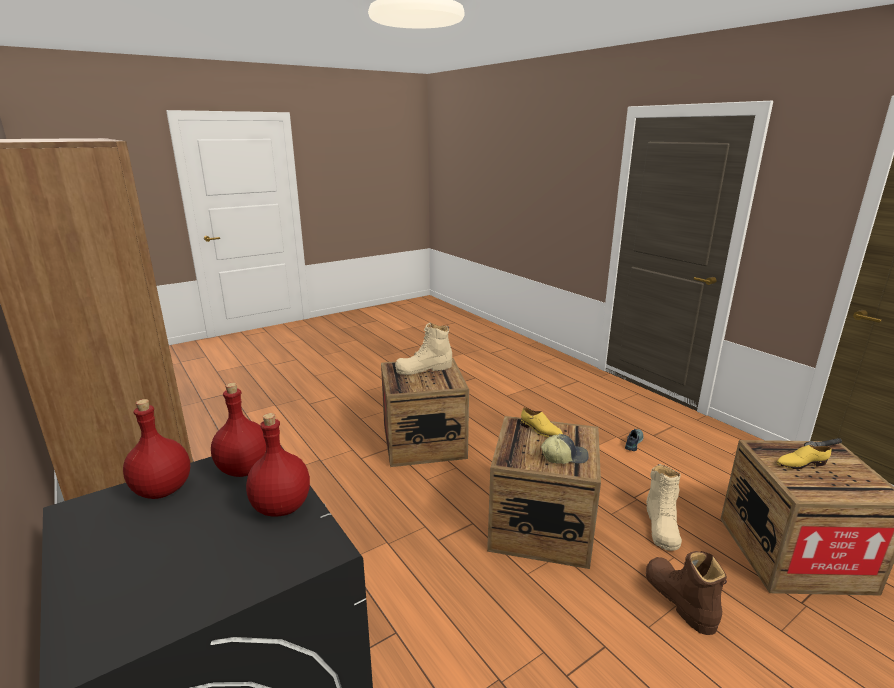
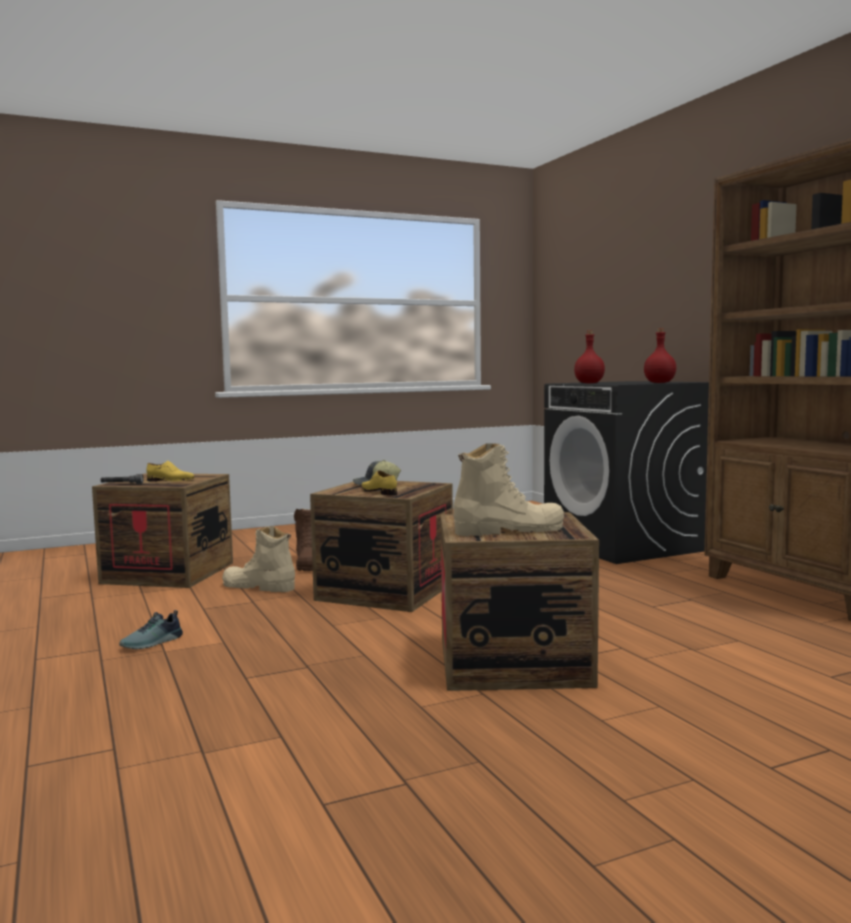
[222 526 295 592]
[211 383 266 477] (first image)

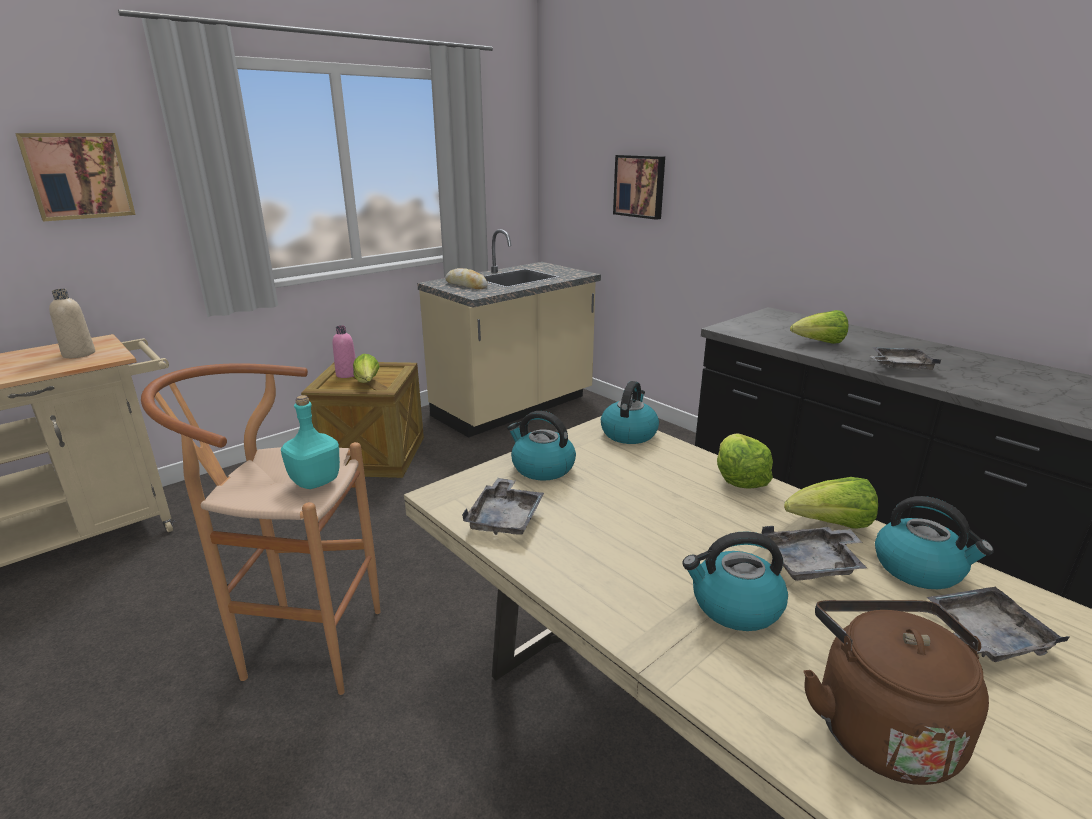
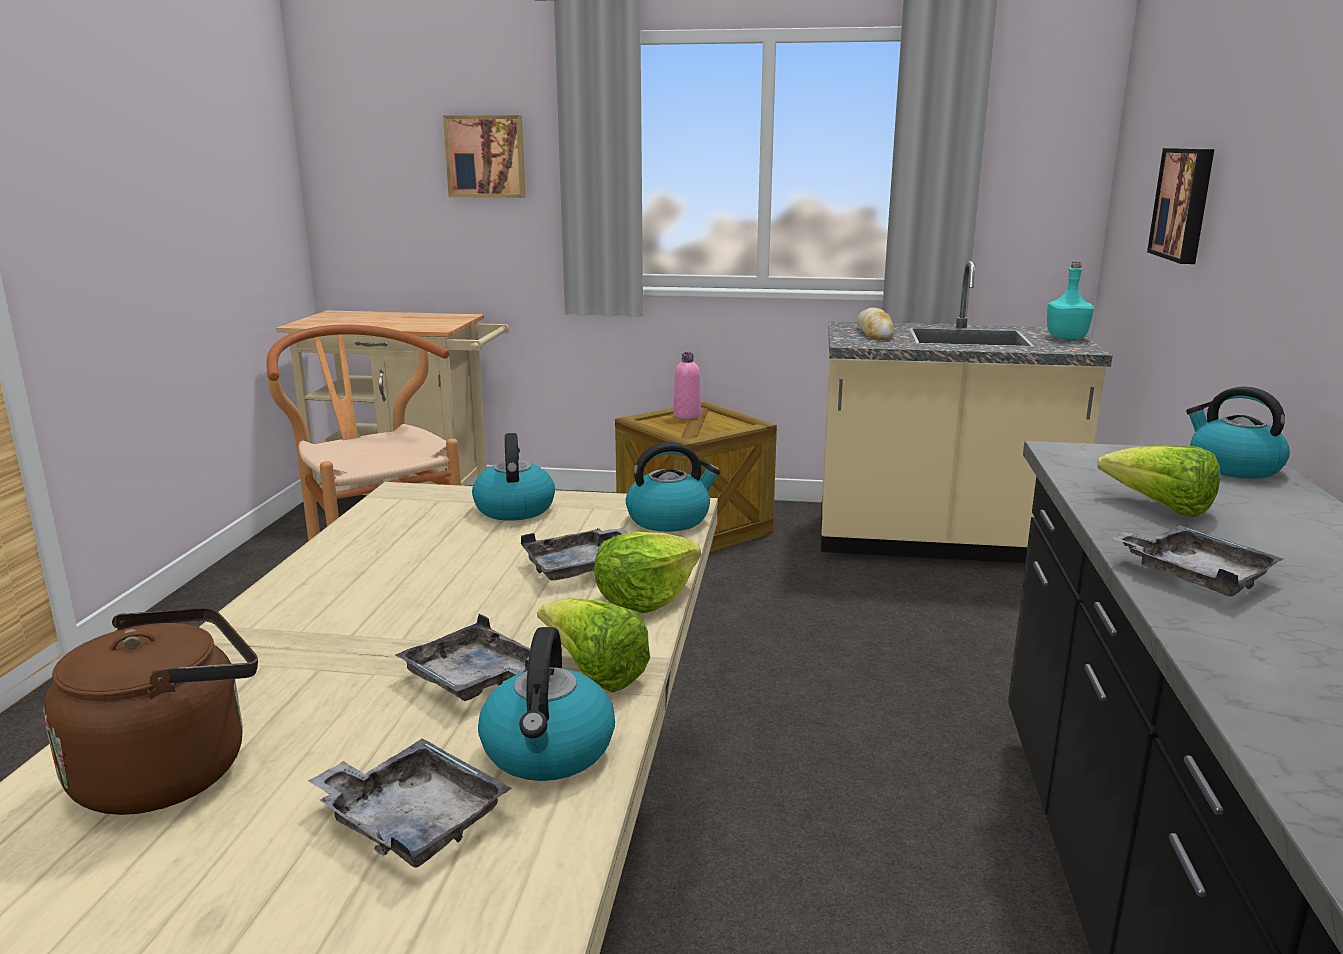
[521 528 628 580]
[1047 262 1094 339]
[1186 386 1290 479]
[49 289 95 358] (first image)
[353 354 380 383] (first image)

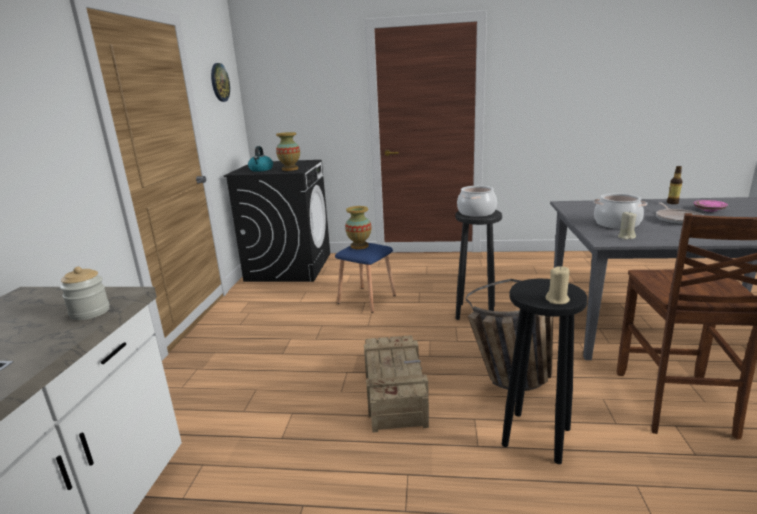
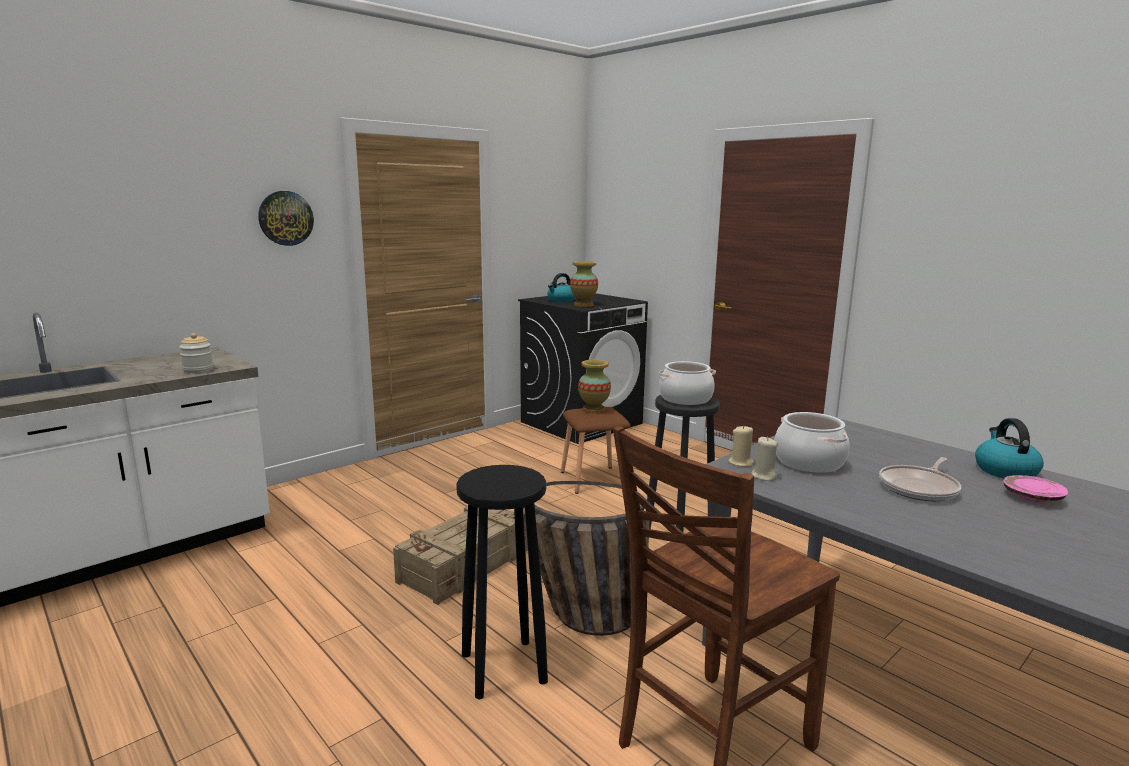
[258 191 314 246]
[561 407 631 494]
[728 426 754 467]
[975 418 1044 478]

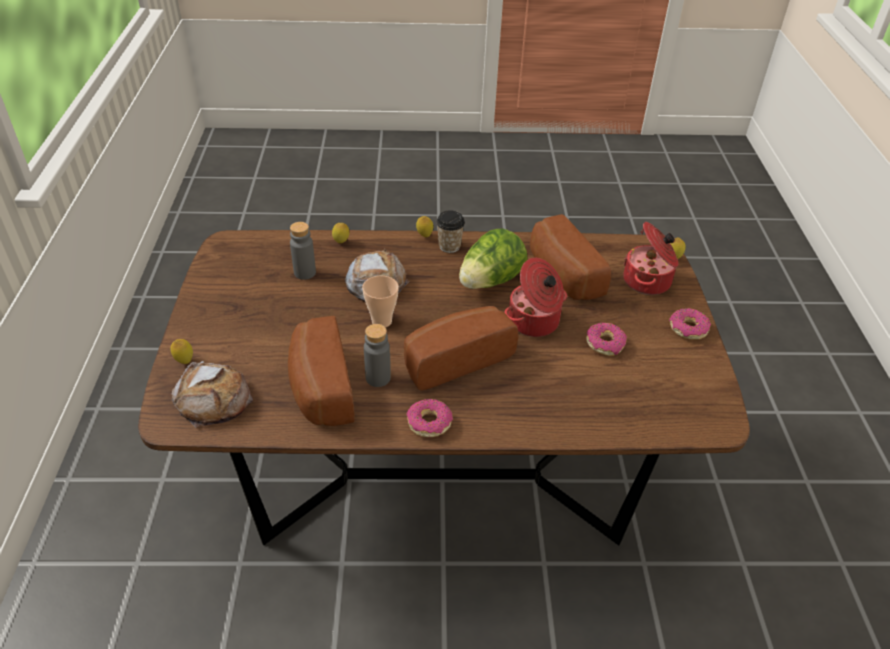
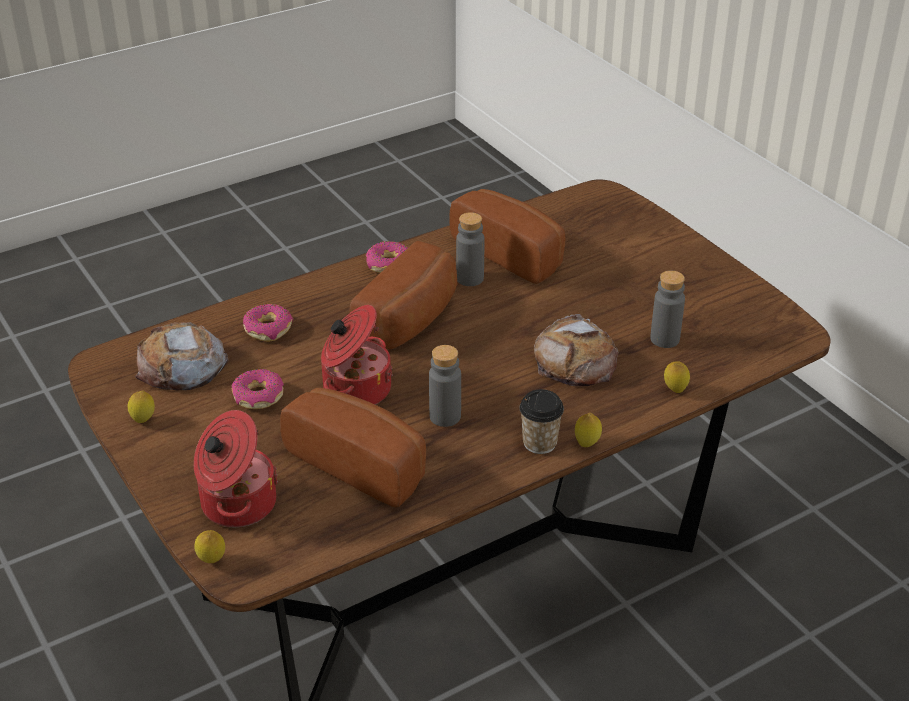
[128 390 155 423]
[135 322 229 390]
[243 304 293 342]
[429 345 461 427]
[362 276 399 328] (first image)

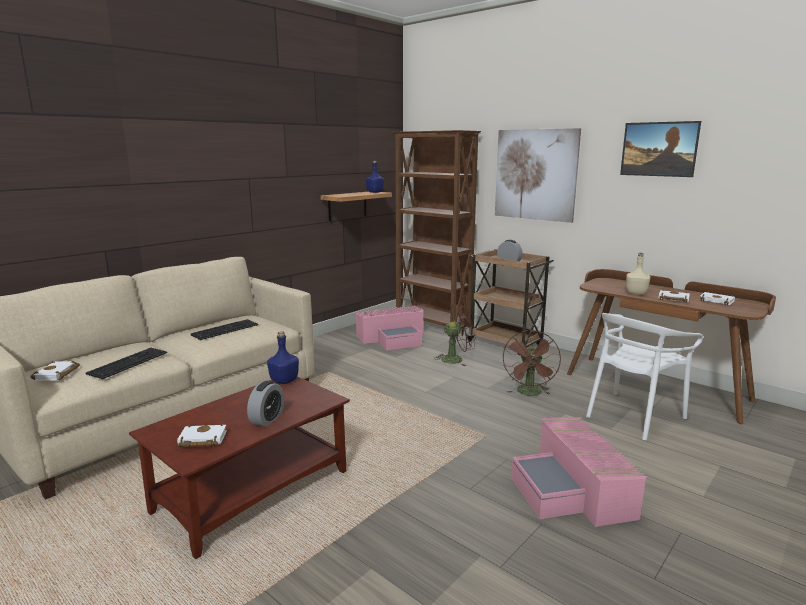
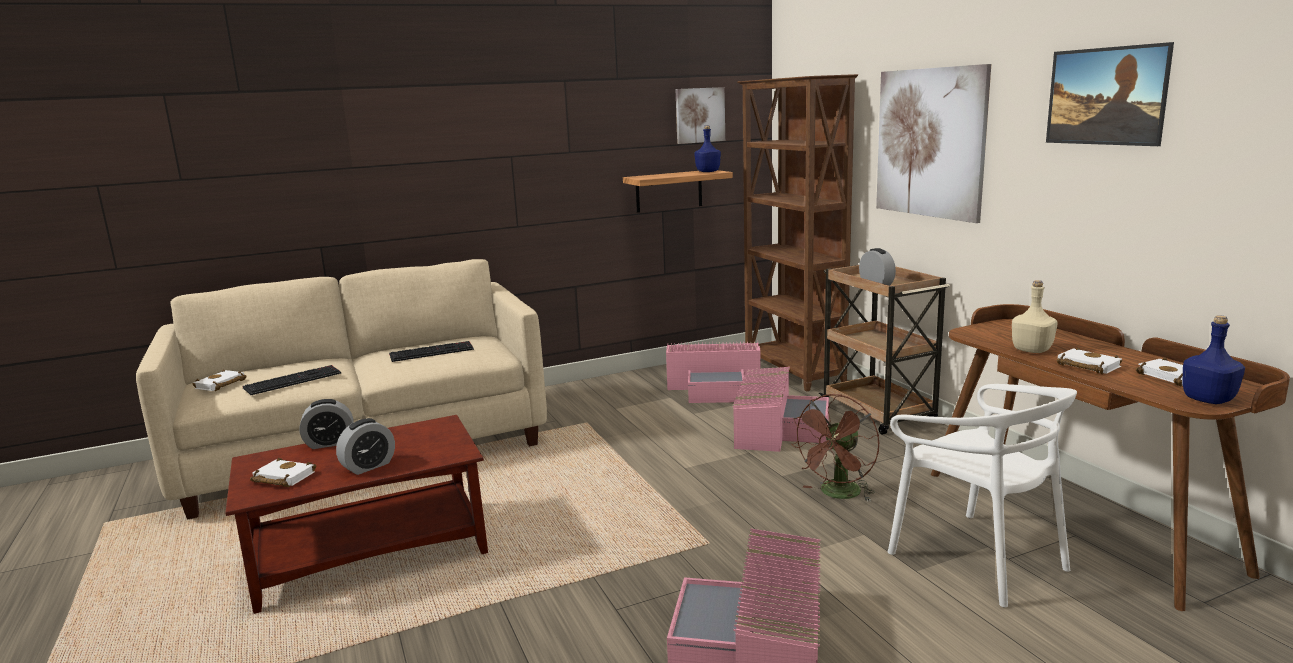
[299 399 354 449]
[676 87 725 144]
[732 367 829 452]
[888 384 1077 607]
[1183 315 1245 404]

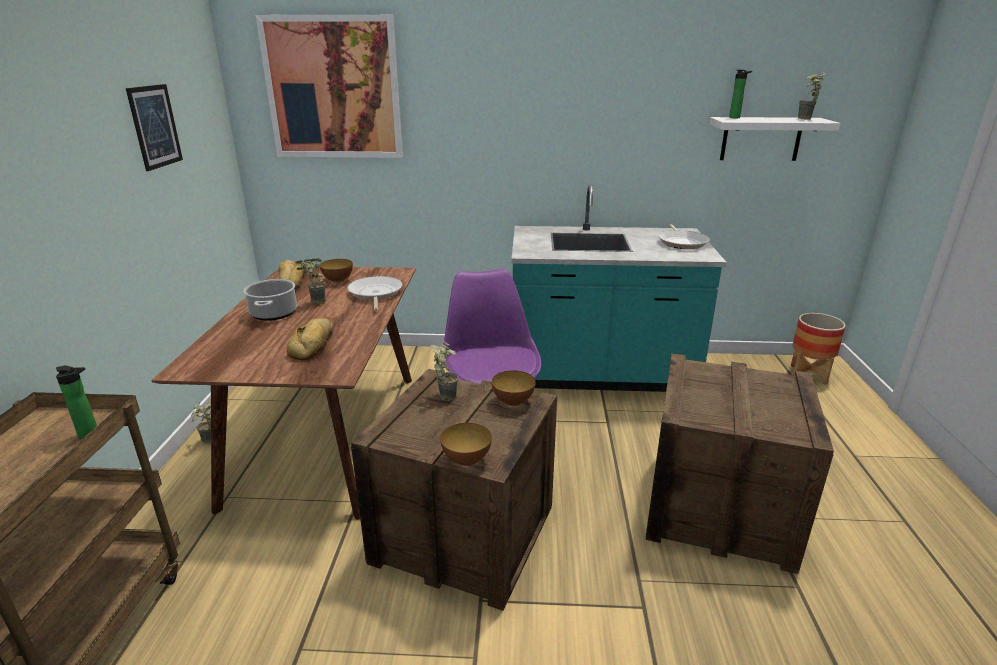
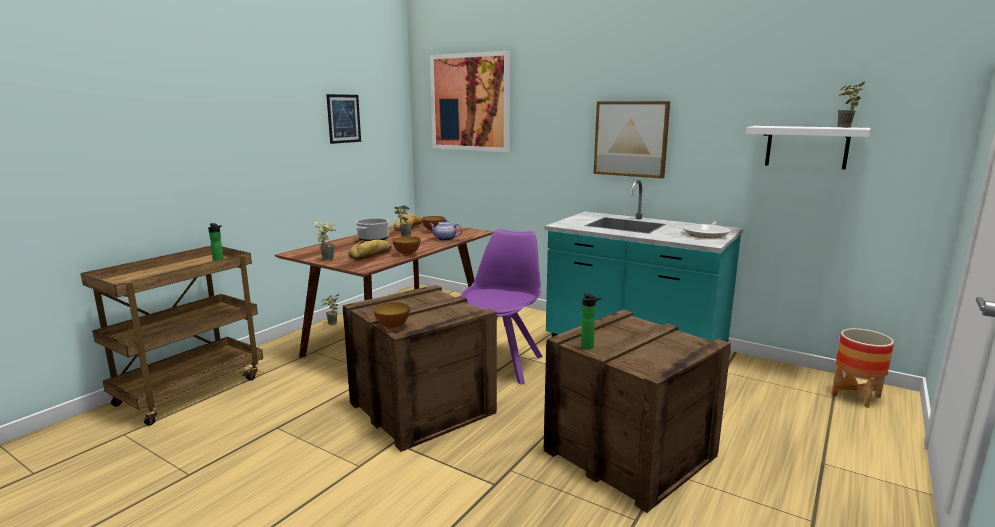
[313 220 336 261]
[393 236 421 256]
[429 219 462 241]
[581 293 601 349]
[594 101 670 179]

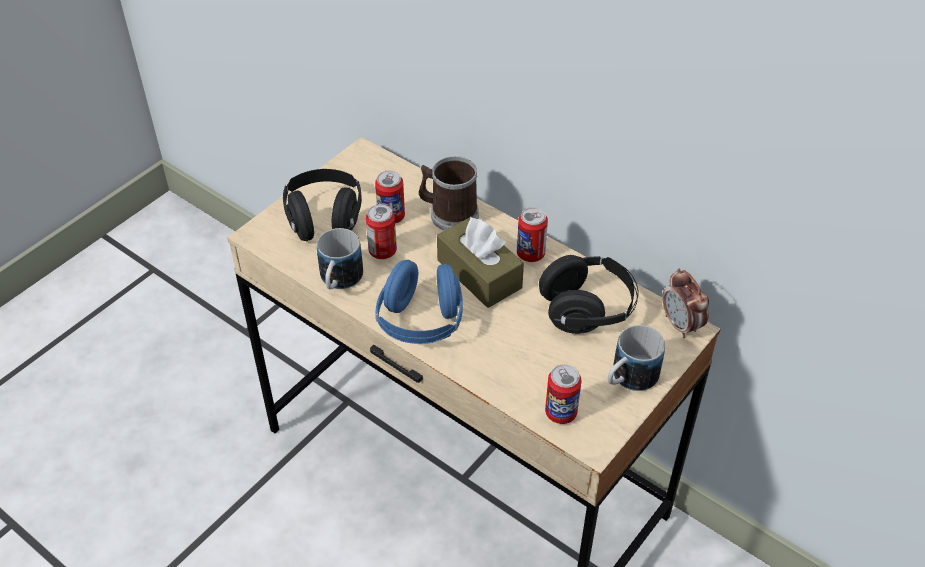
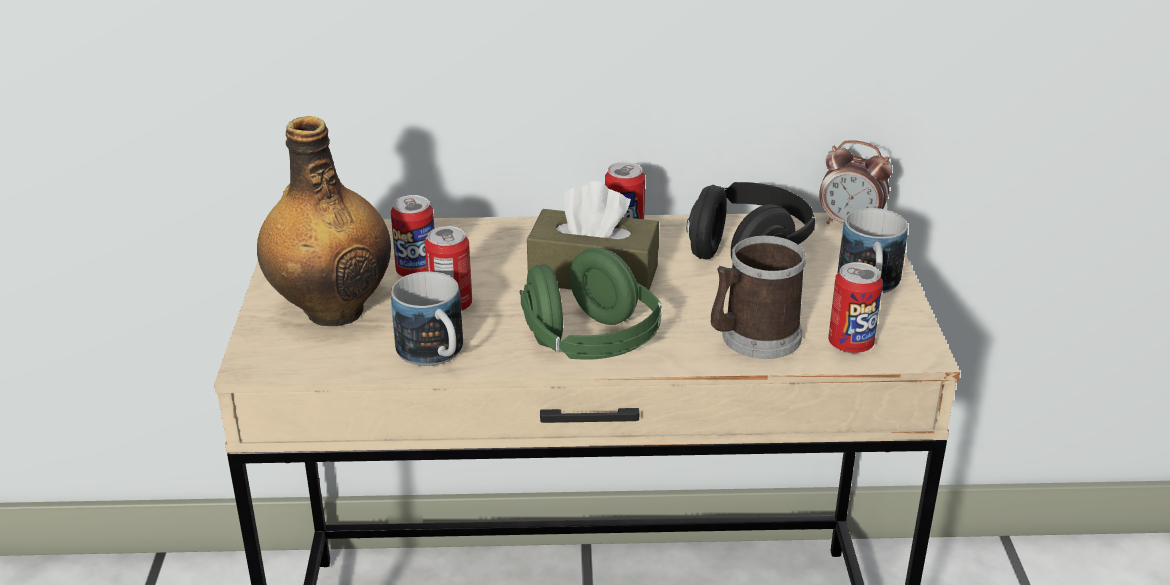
[257 116 391 326]
[520 248 662 359]
[711 236 806 359]

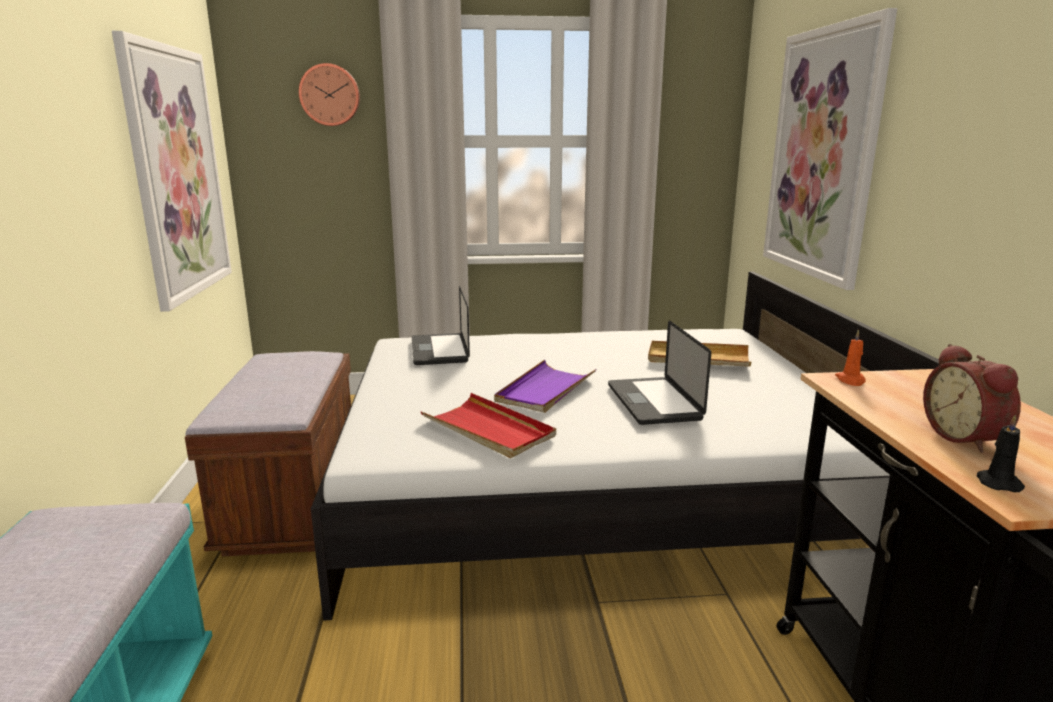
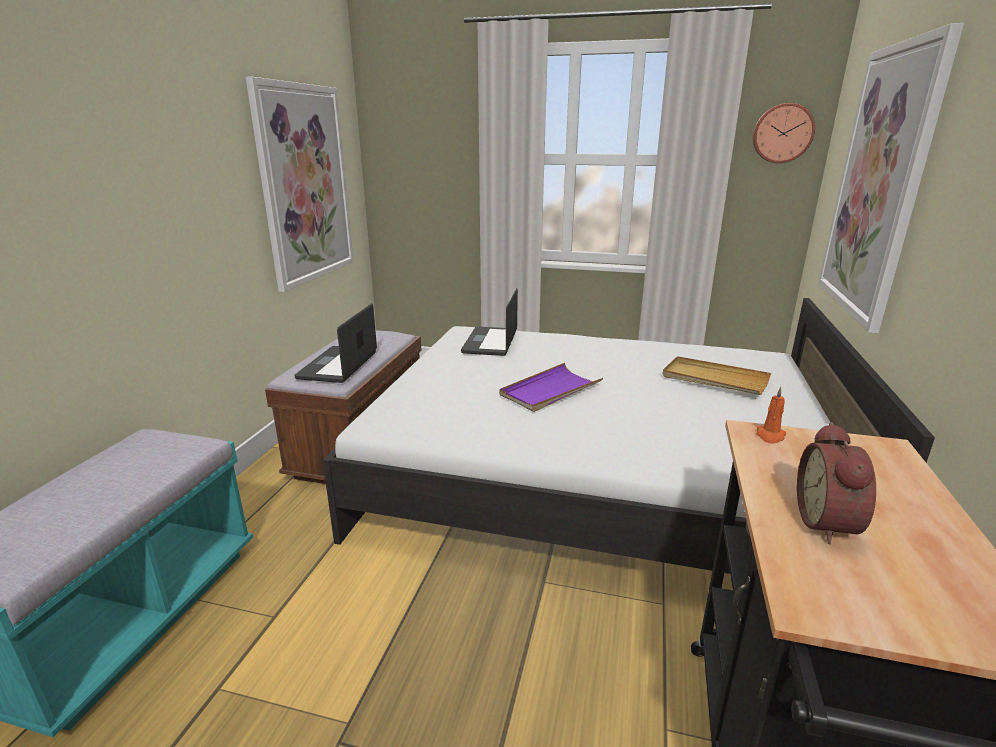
[295 303 377 383]
[753 103 815 163]
[421 393 556 458] (first image)
[977 415 1025 492] (first image)

